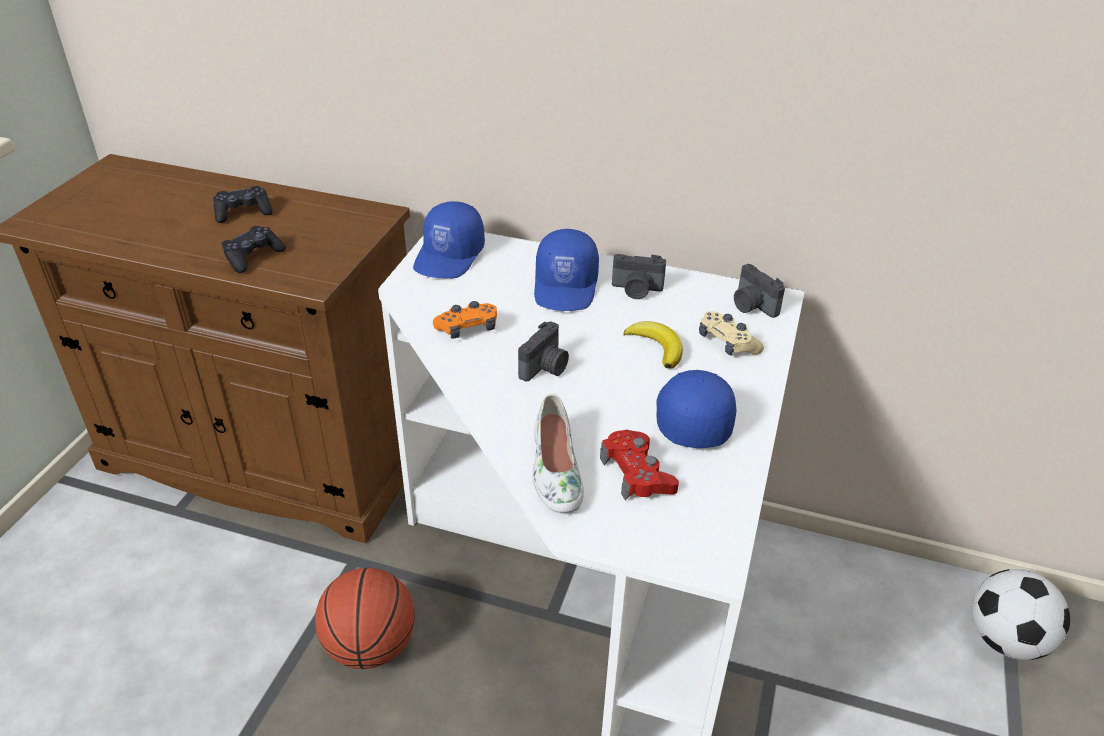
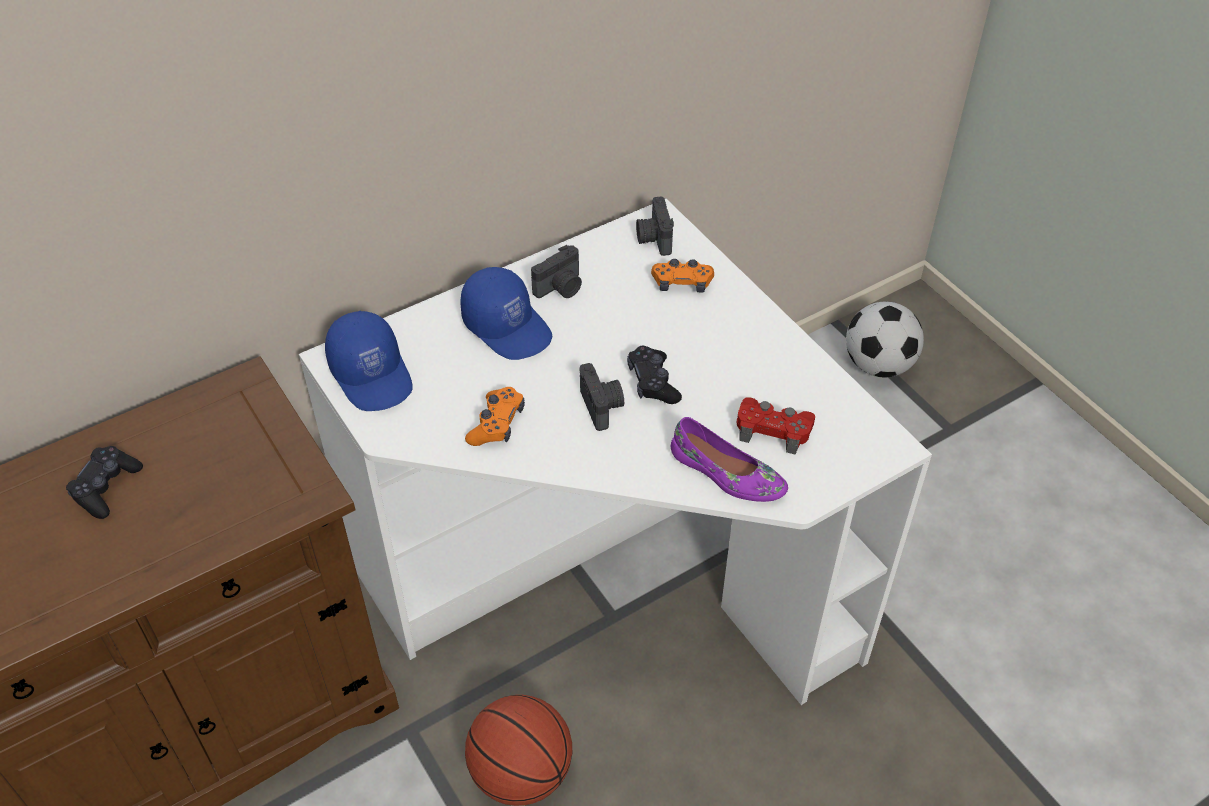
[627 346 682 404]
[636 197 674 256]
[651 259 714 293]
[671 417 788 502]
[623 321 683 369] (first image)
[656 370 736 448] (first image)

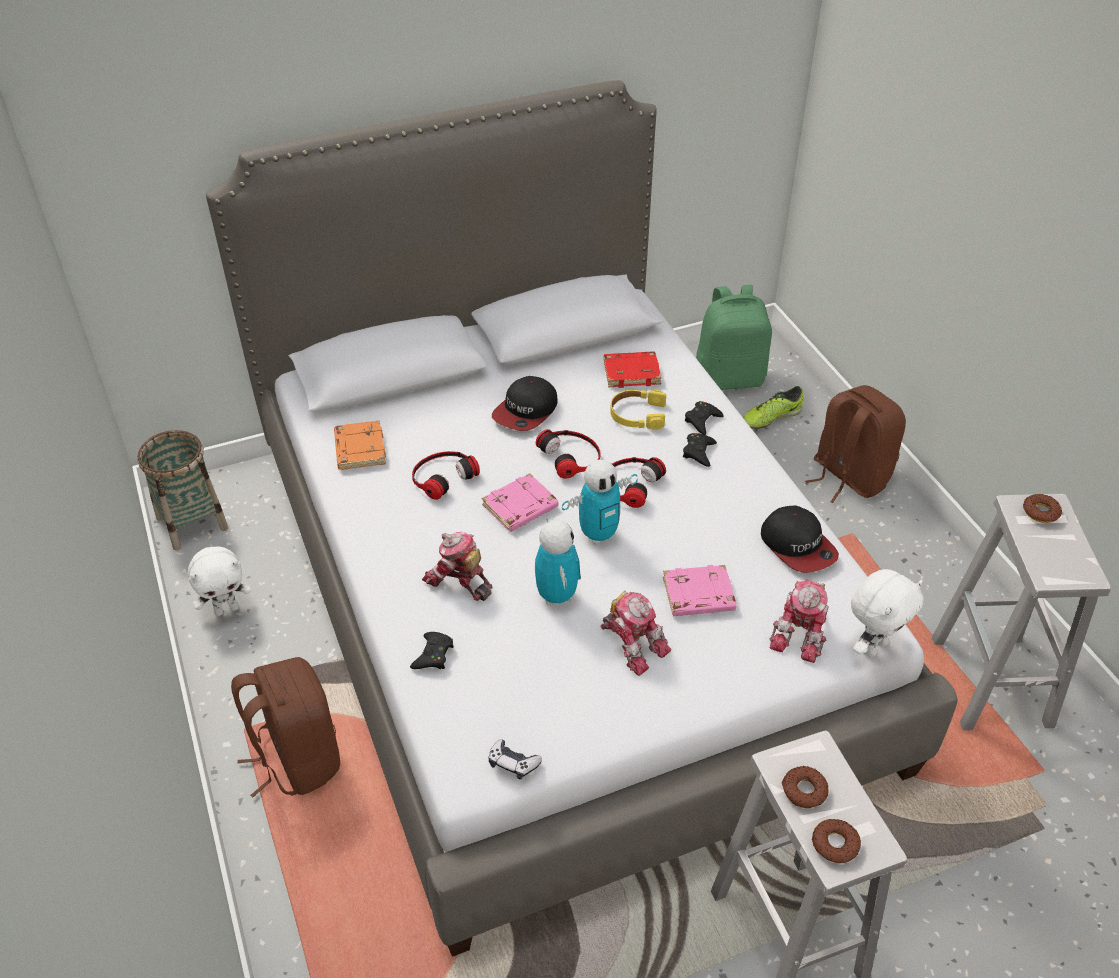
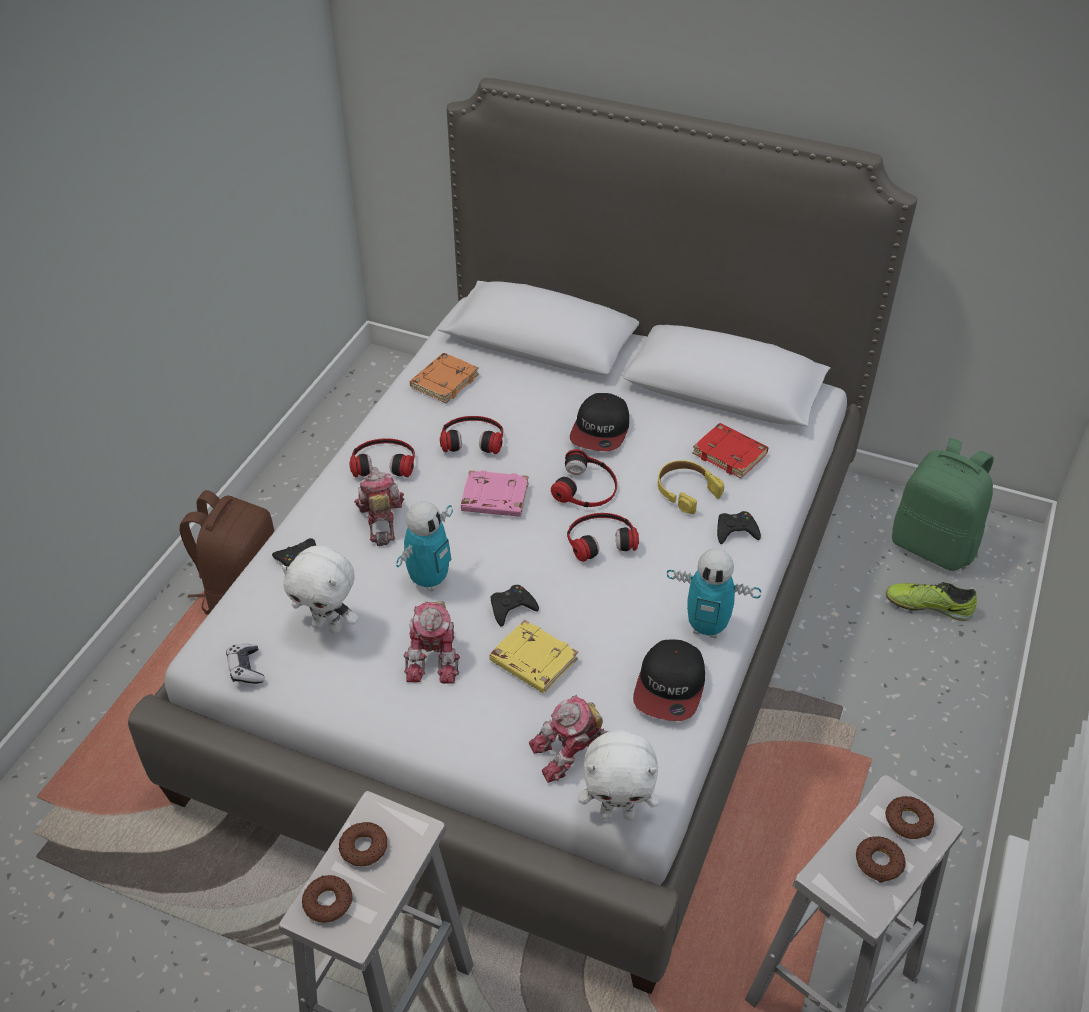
[281 545 358 634]
[349 439 415 477]
[490 619 578 693]
[491 585 539 627]
[570 393 629 451]
[667 548 761 639]
[856 836 906 883]
[137 430 228 551] (first image)
[805 385 906 503] (first image)

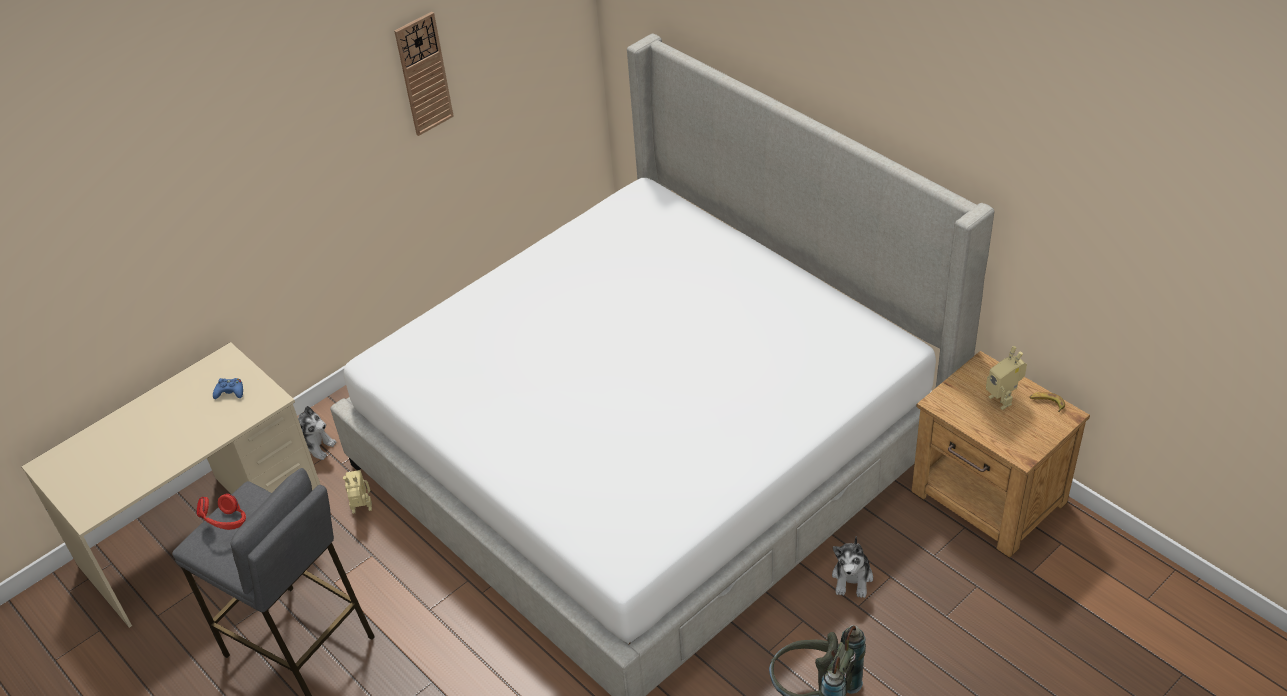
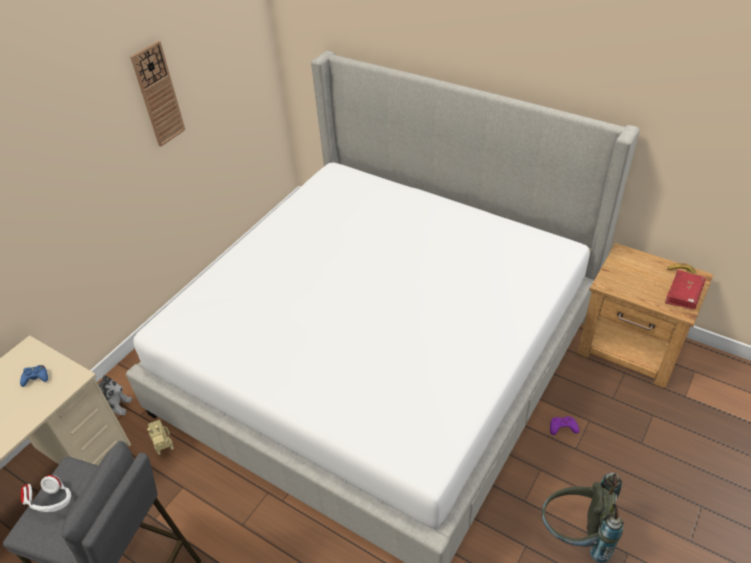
[21 475 71 512]
[550 416 579 435]
[665 270 706 309]
[986 346 1027 410] (first image)

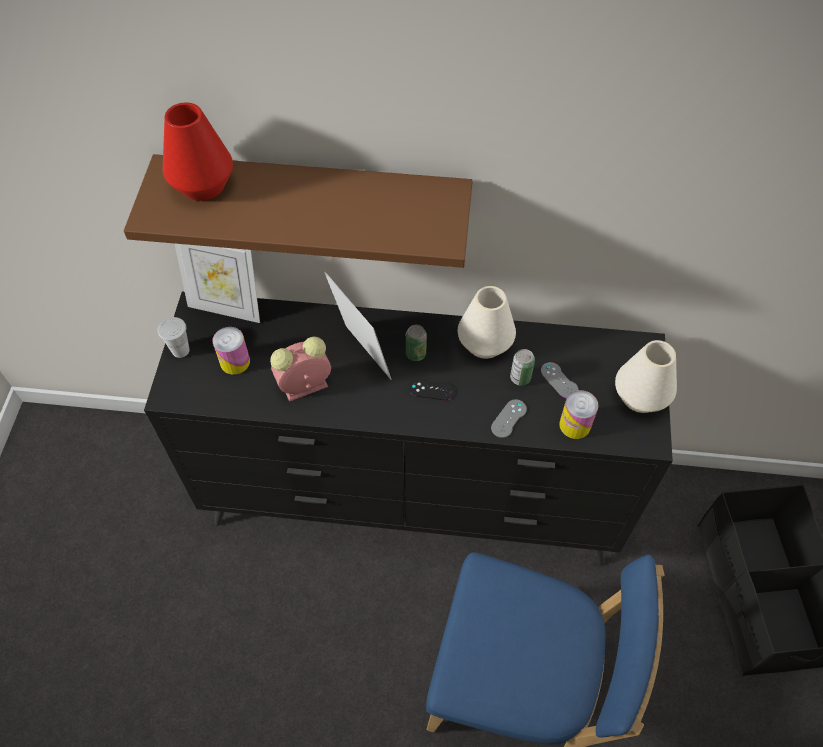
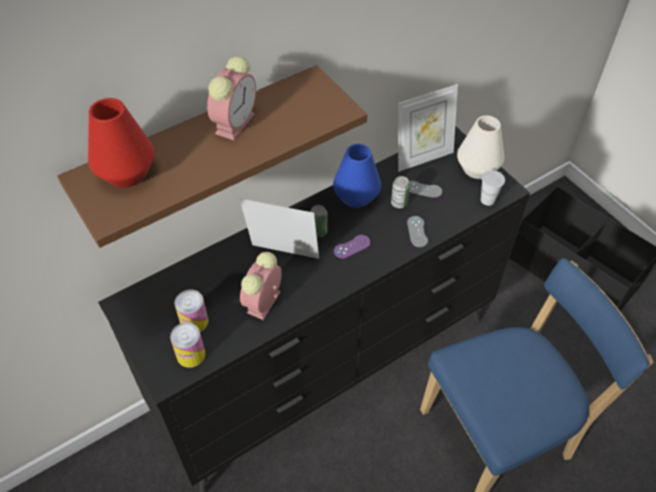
[170 323 205 368]
[207 56 256 140]
[333 144 381 208]
[334 235 370 259]
[398 84 458 172]
[481 170 505 206]

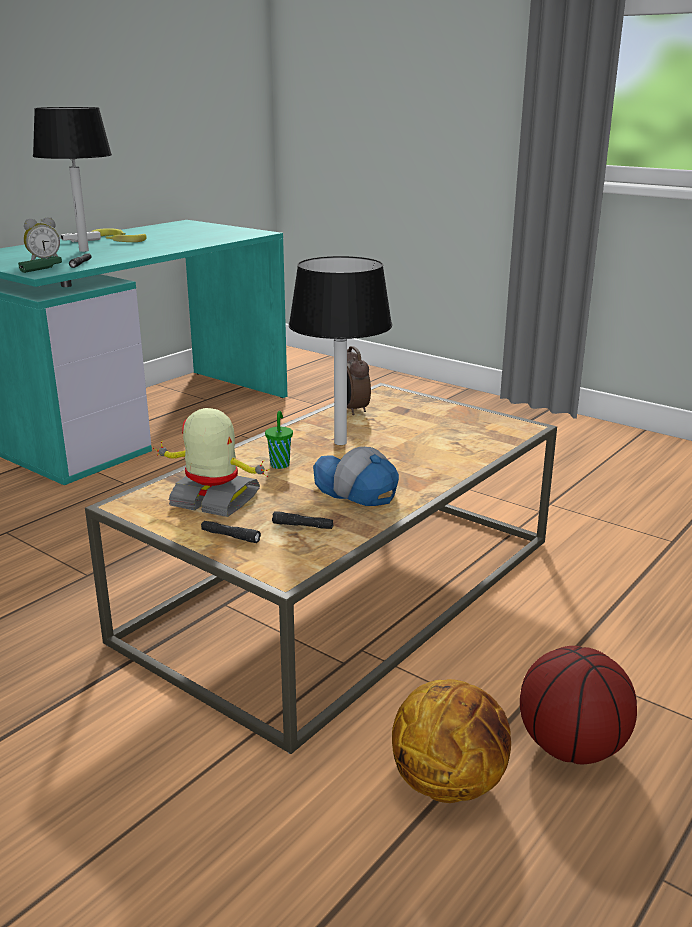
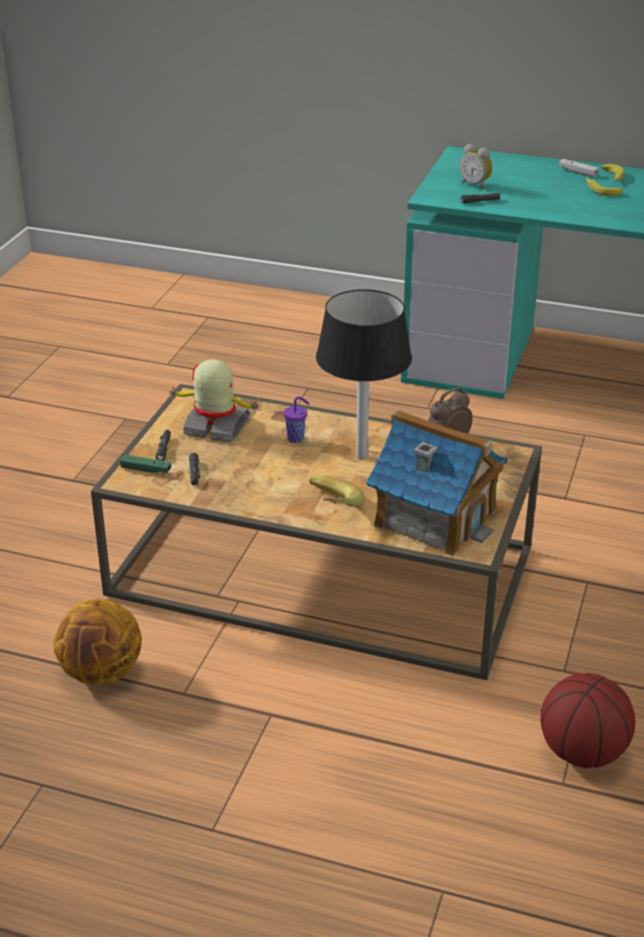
[120 454 171 473]
[166 359 263 442]
[283 396 310 443]
[309 476 365 507]
[366 410 508 556]
[541 673 635 768]
[33 107 112 252] (first image)
[313 447 399 506] (first image)

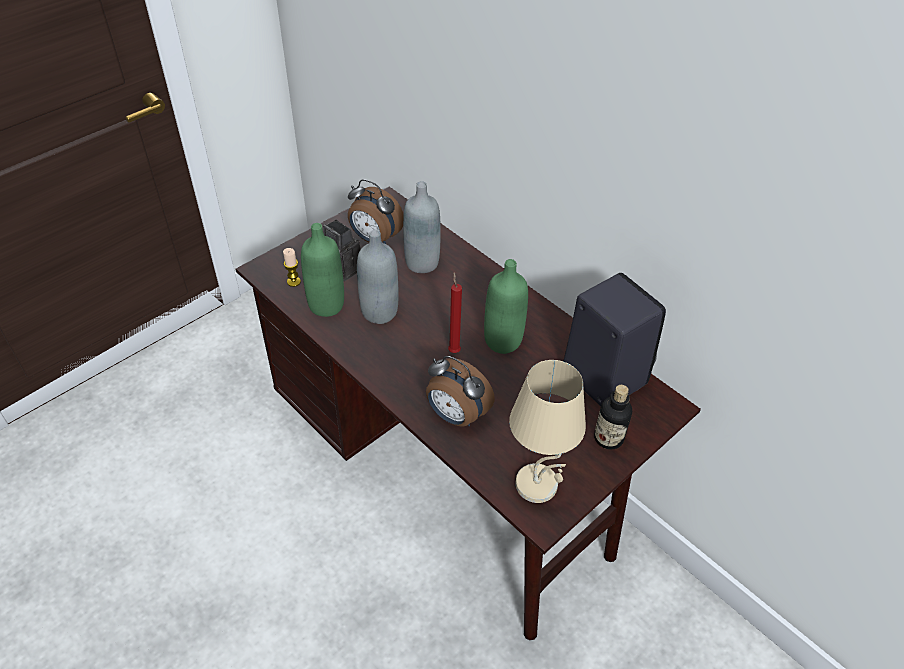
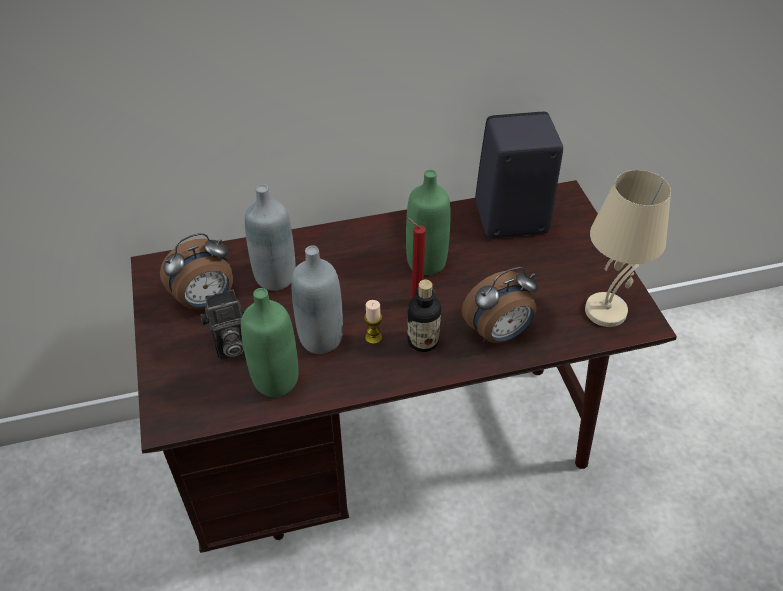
[364 300 382 344]
[407 280 441 352]

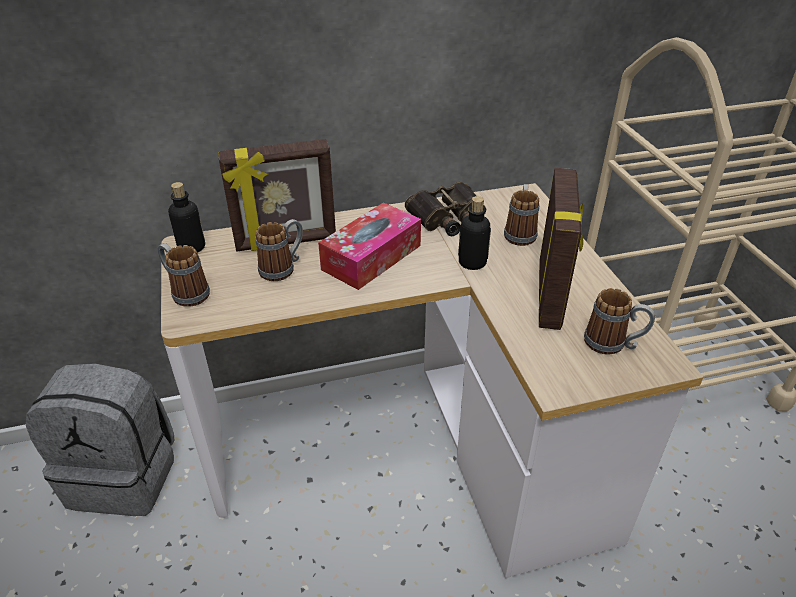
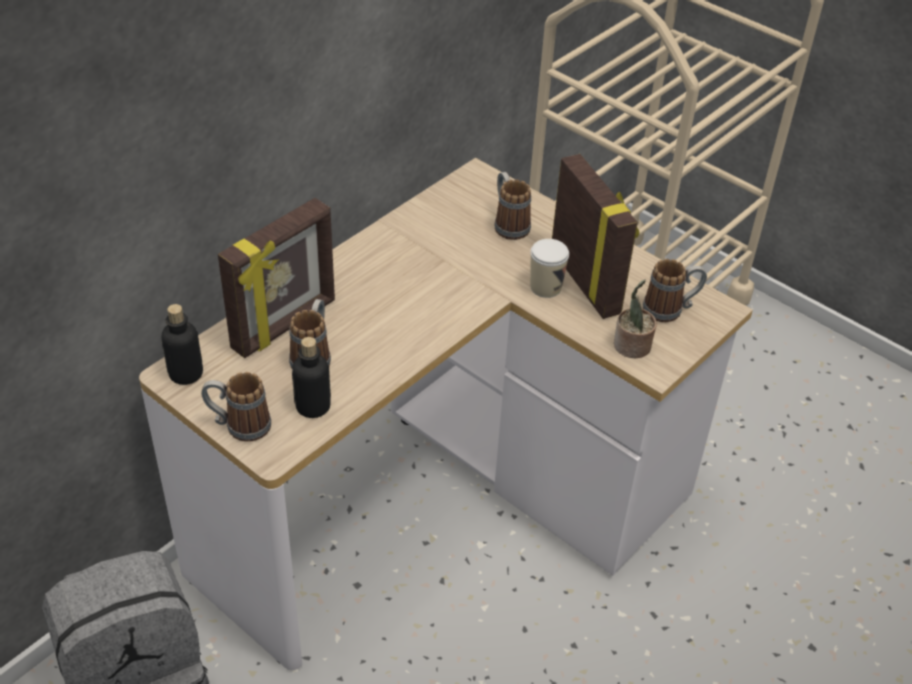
[292 337 331 418]
[530 239 569 298]
[614 279 657 358]
[318 202 421 290] (first image)
[405 182 486 236] (first image)

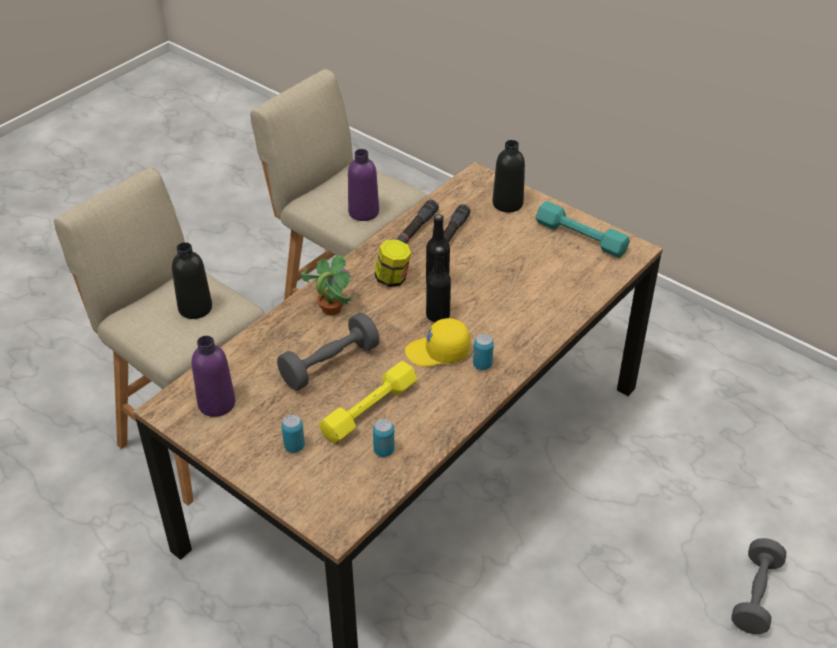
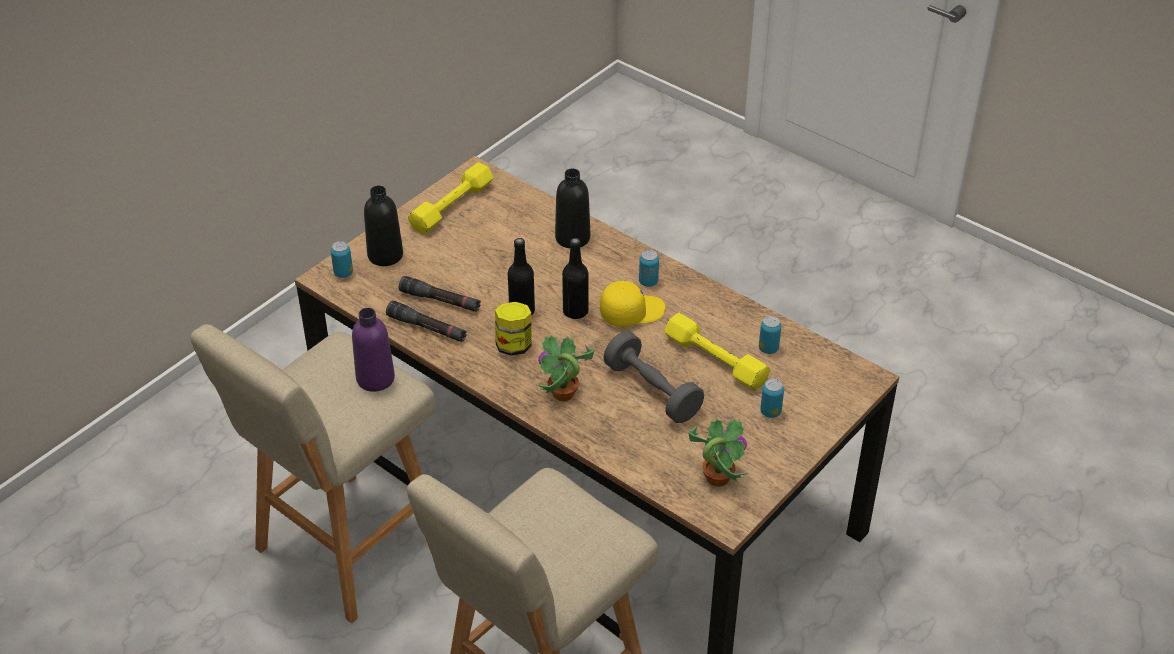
[331 241 353 278]
[408 162 494 234]
[555 168 590 248]
[600 281 665 327]
[688 419 748 487]
[732 538 786 634] (first image)

